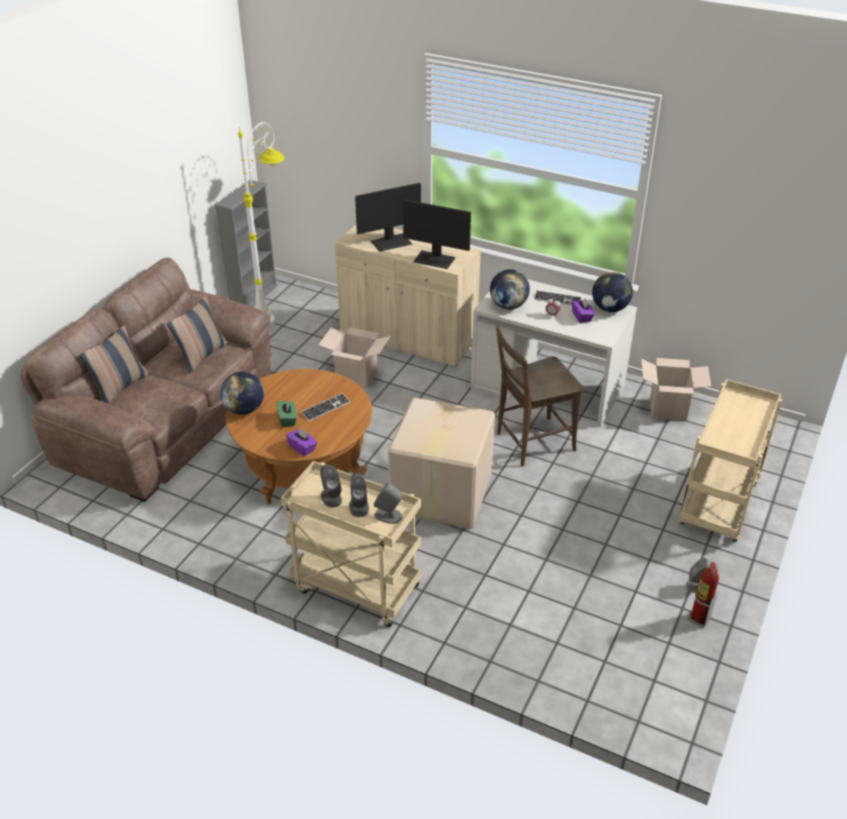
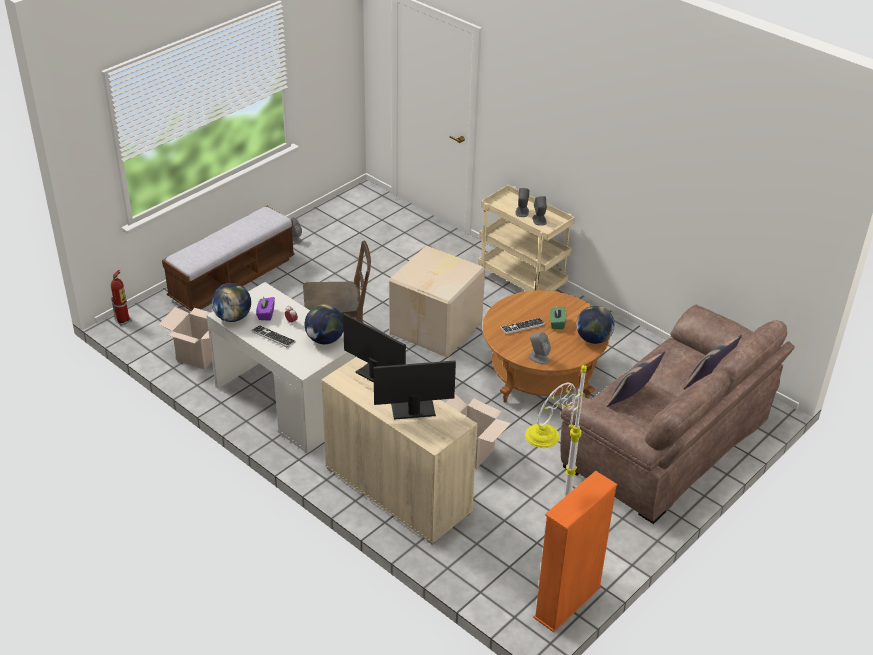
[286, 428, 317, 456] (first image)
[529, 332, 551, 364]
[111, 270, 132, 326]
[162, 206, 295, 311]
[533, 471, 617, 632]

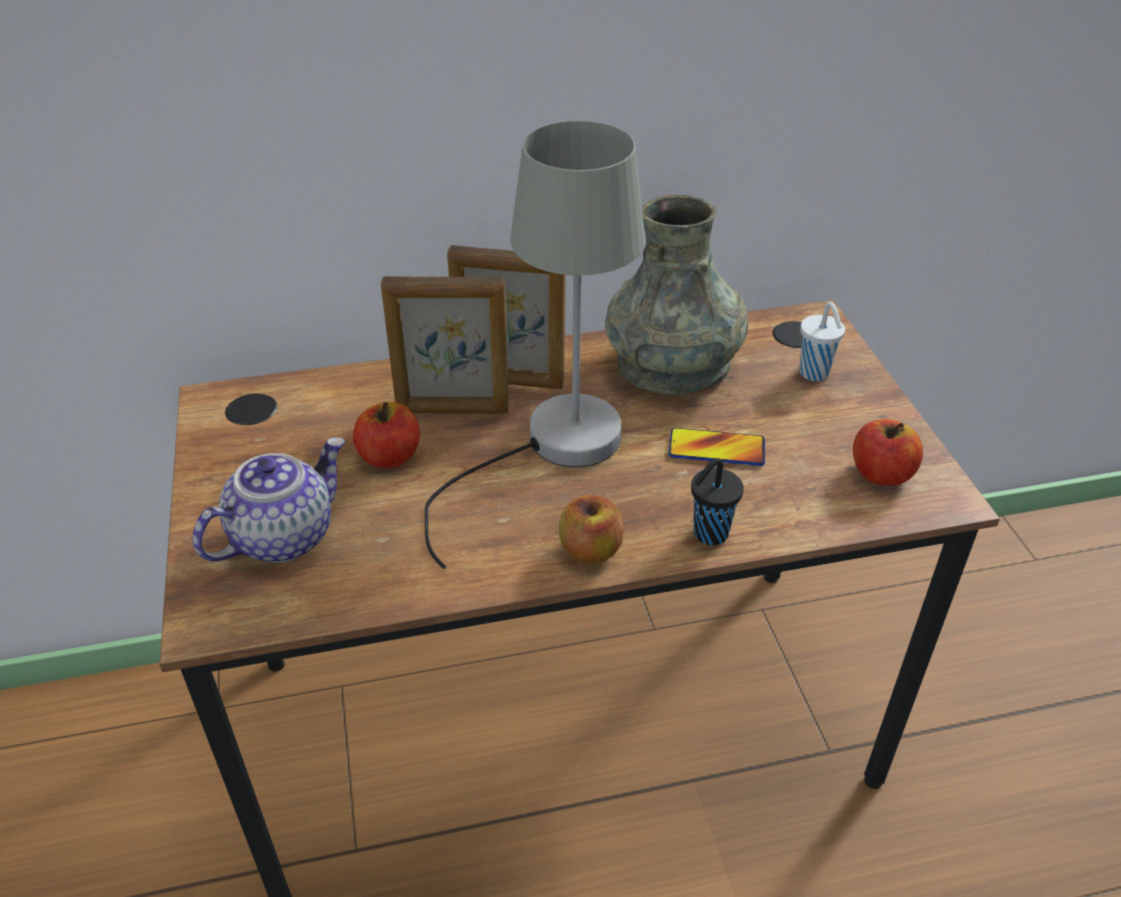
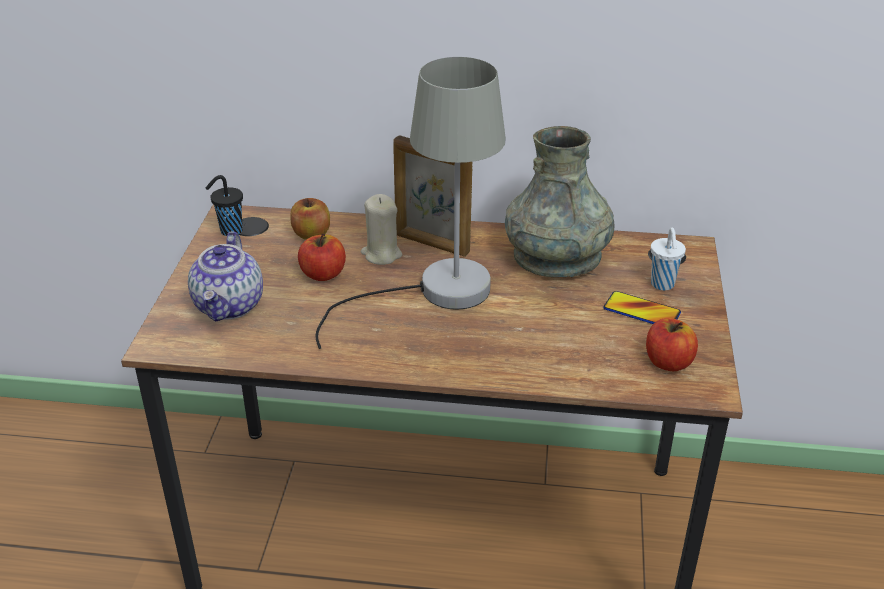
[290, 198, 330, 240]
[603, 291, 681, 324]
[206, 175, 243, 236]
[361, 194, 402, 265]
[188, 231, 263, 322]

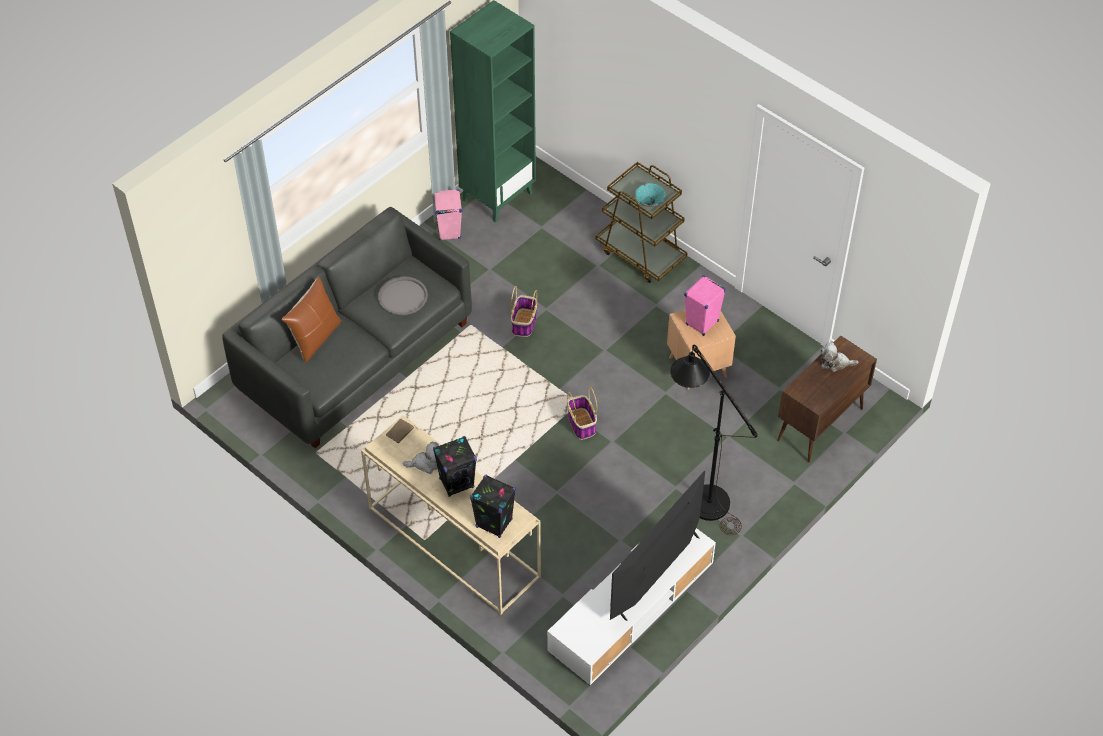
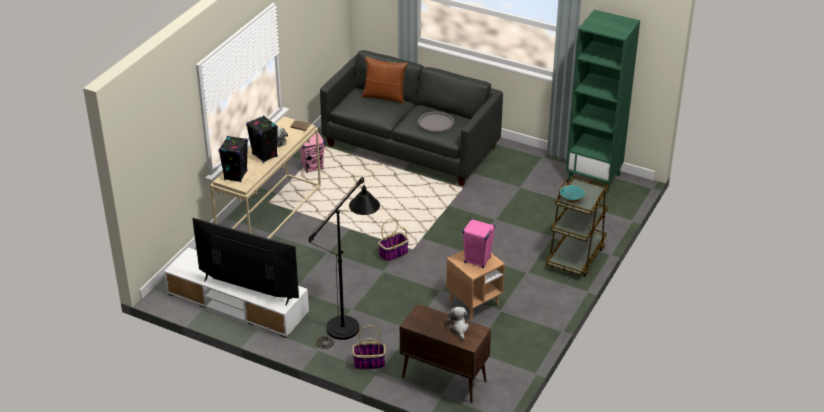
[300, 132, 325, 173]
[352, 325, 386, 370]

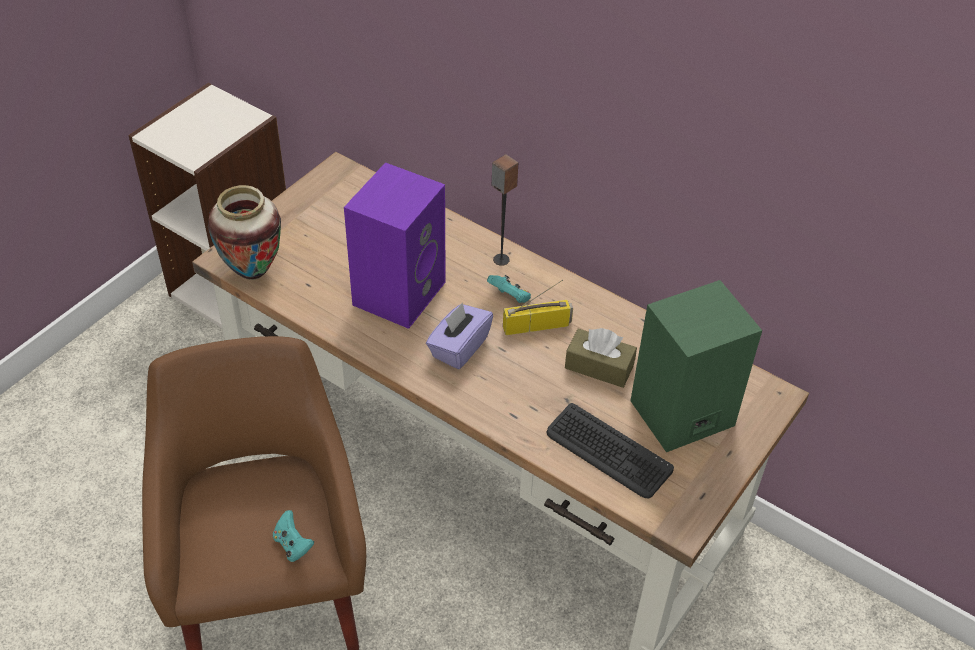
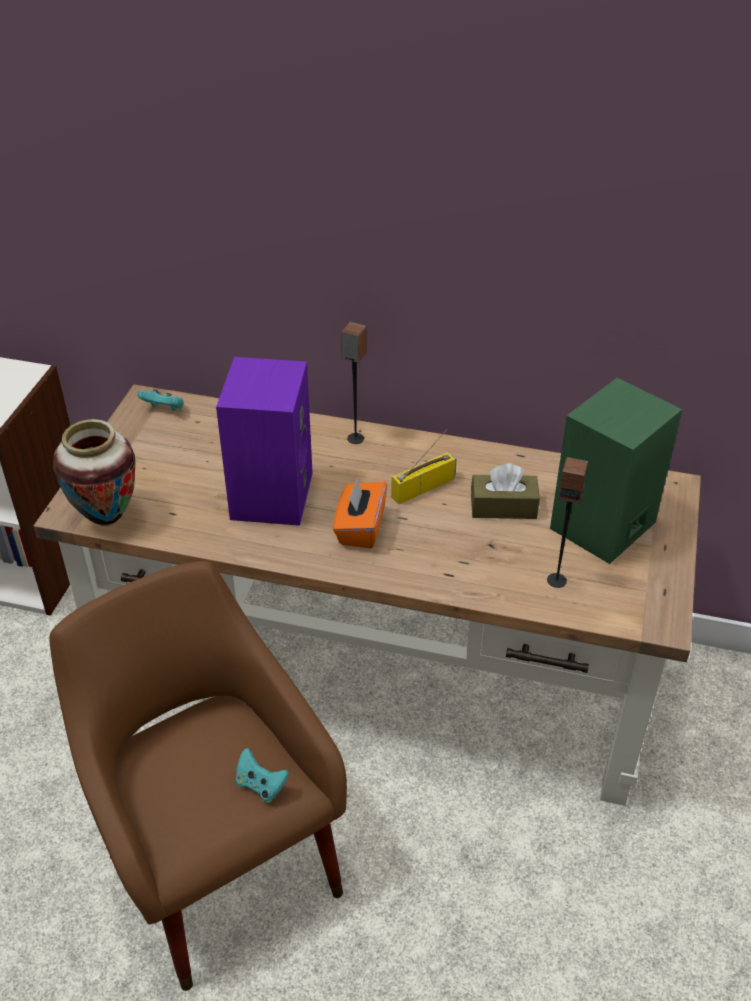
[138, 389, 184, 411]
[547, 457, 588, 588]
[333, 479, 387, 549]

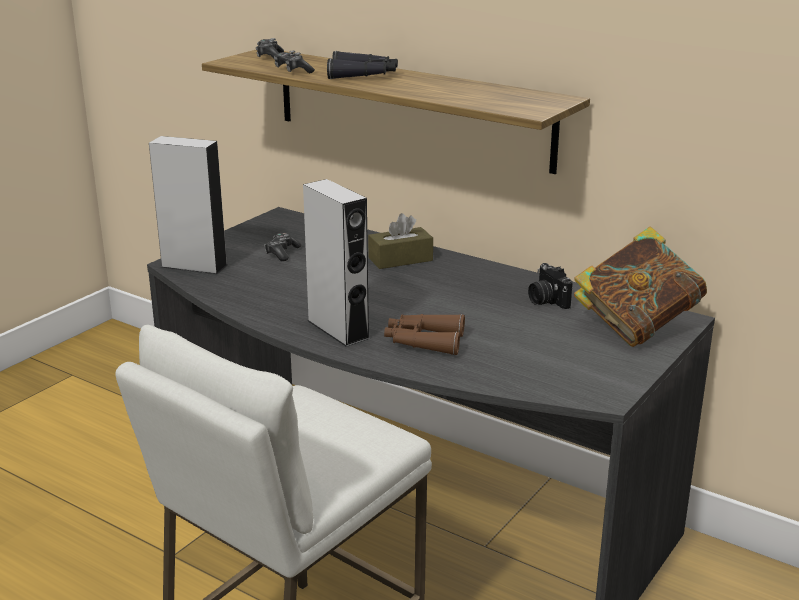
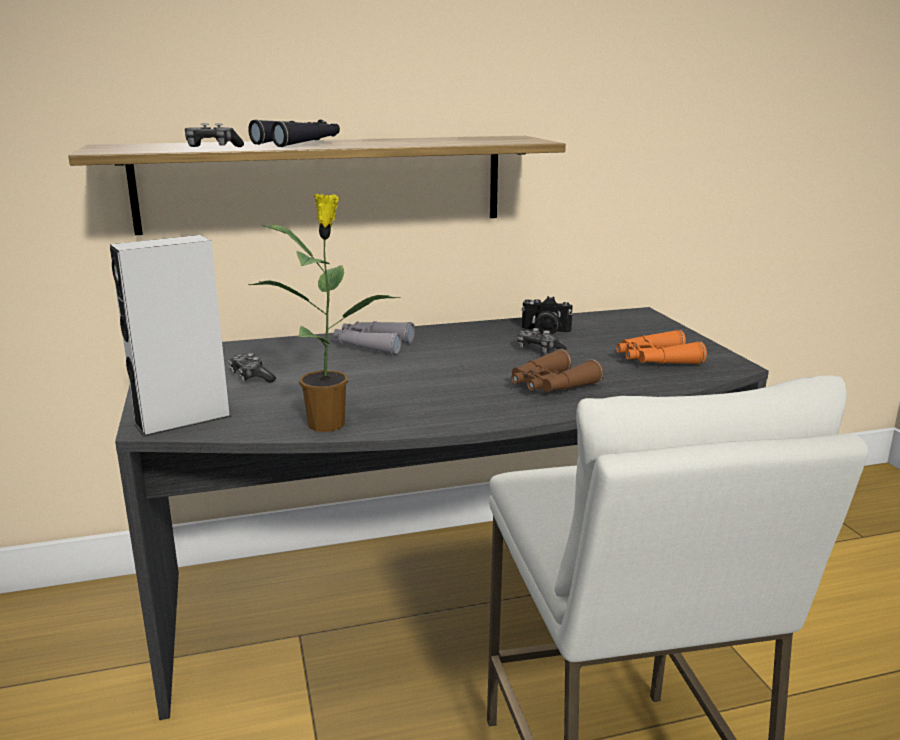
[303, 179, 370, 347] (first image)
[574, 226, 707, 347] (first image)
[248, 194, 401, 432]
[616, 330, 707, 365]
[518, 328, 566, 353]
[333, 321, 415, 355]

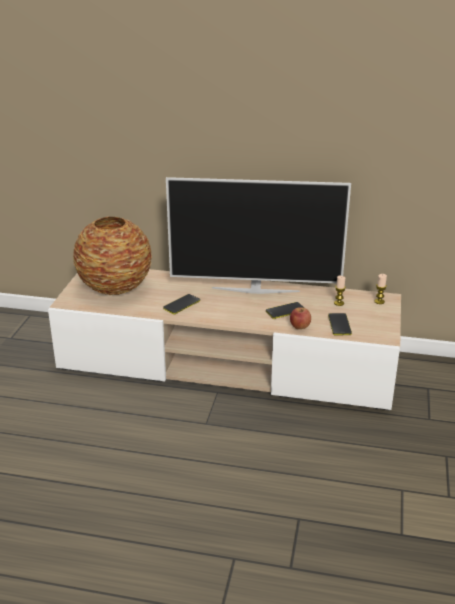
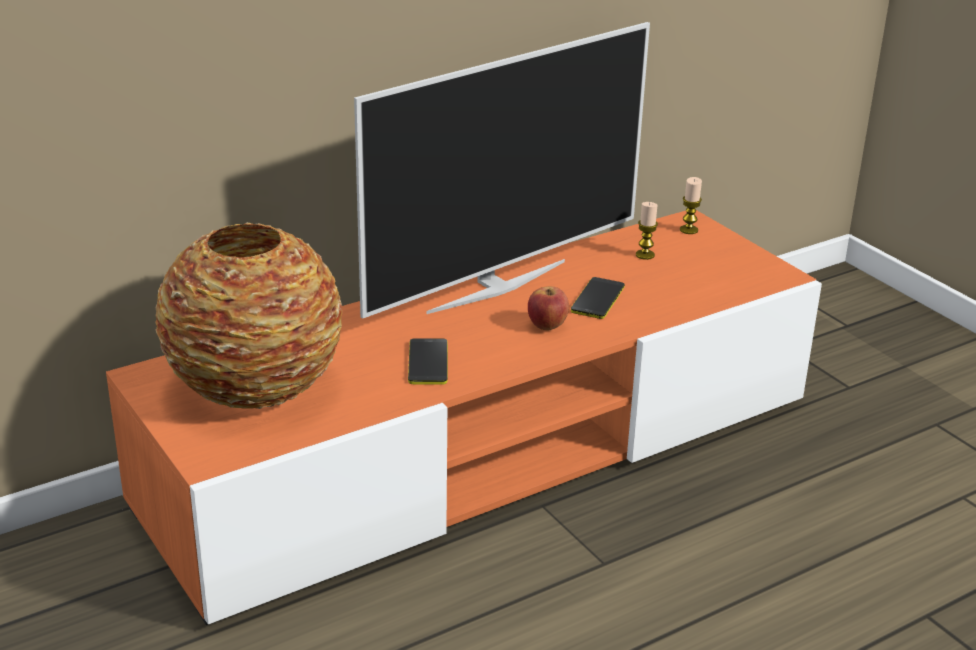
[328, 313, 352, 335] (first image)
[528, 286, 569, 331]
[106, 210, 822, 625]

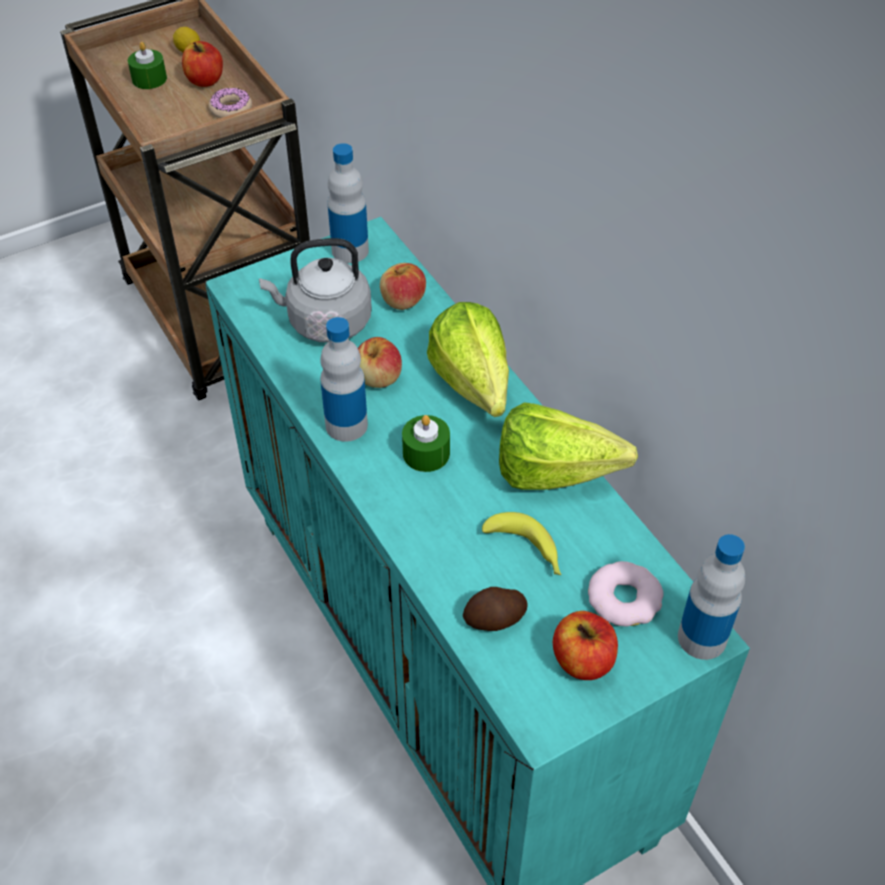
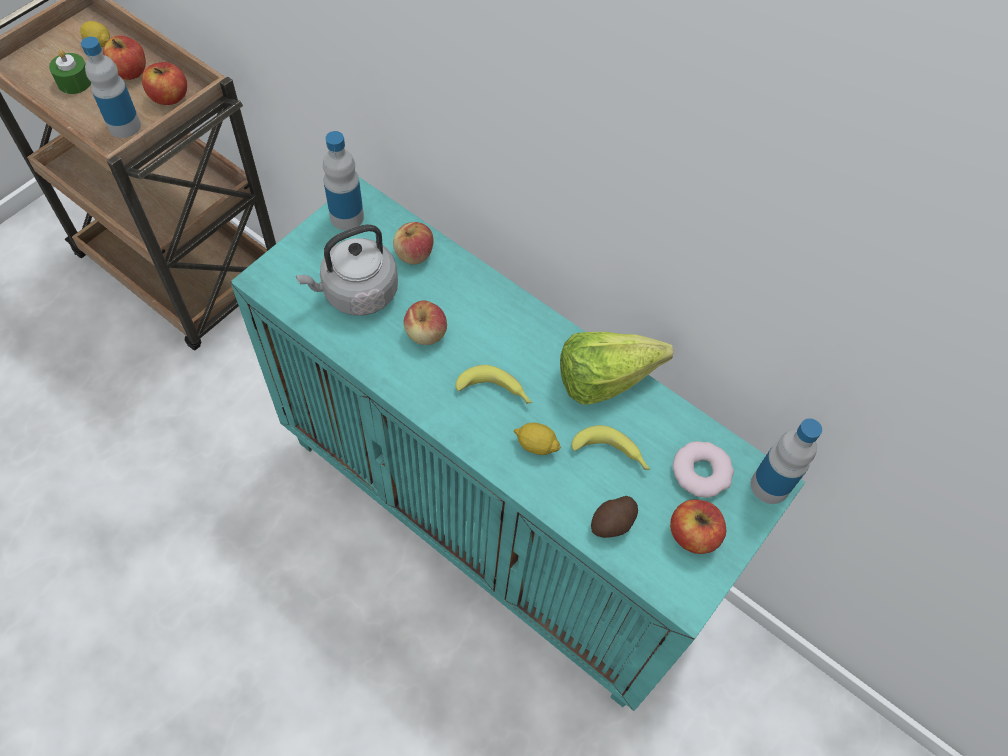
[427, 302, 509, 417] (first image)
[514, 422, 561, 455]
[81, 37, 141, 138]
[142, 62, 187, 105]
[455, 365, 533, 404]

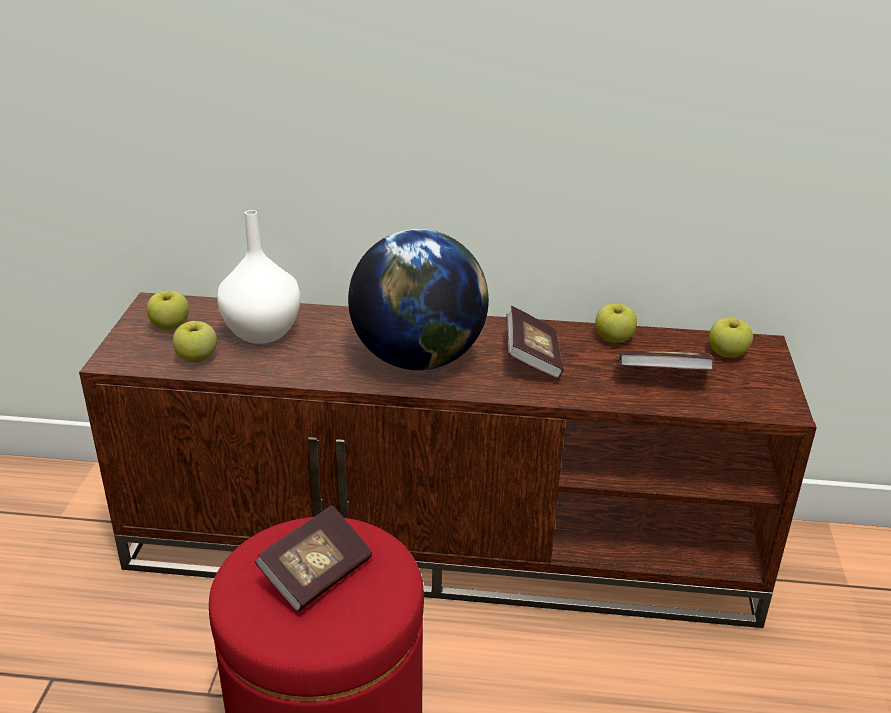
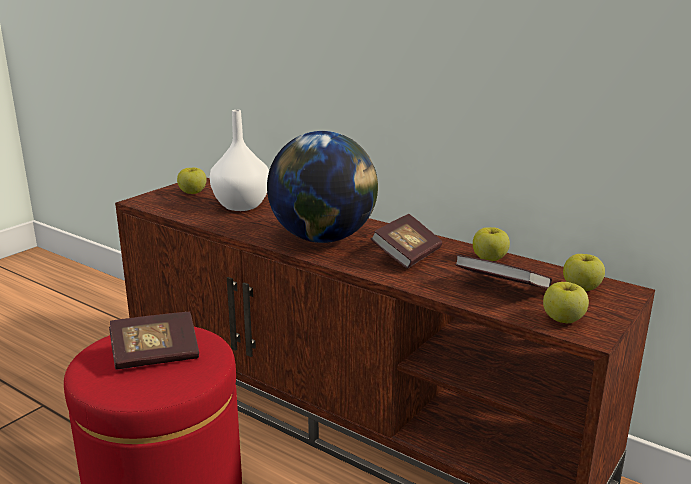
[543, 282, 589, 323]

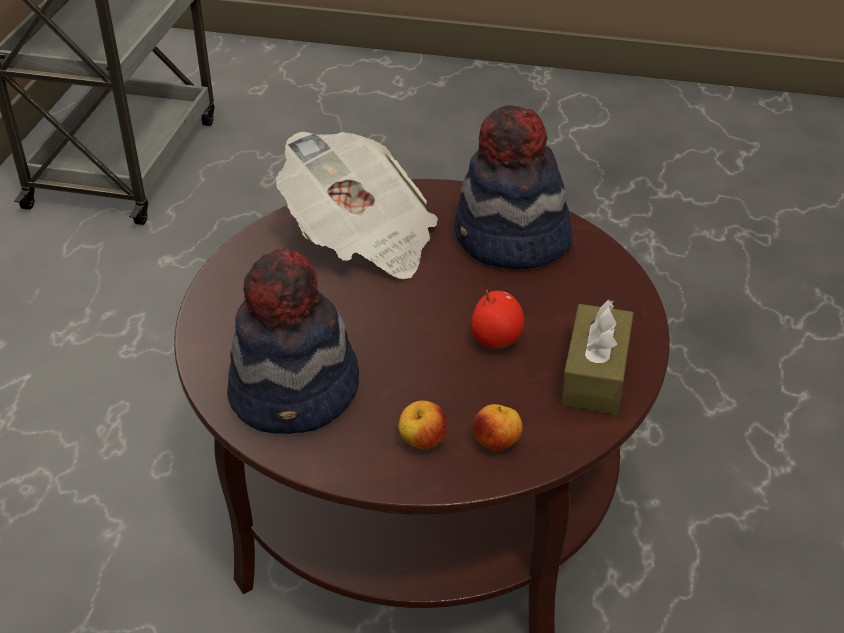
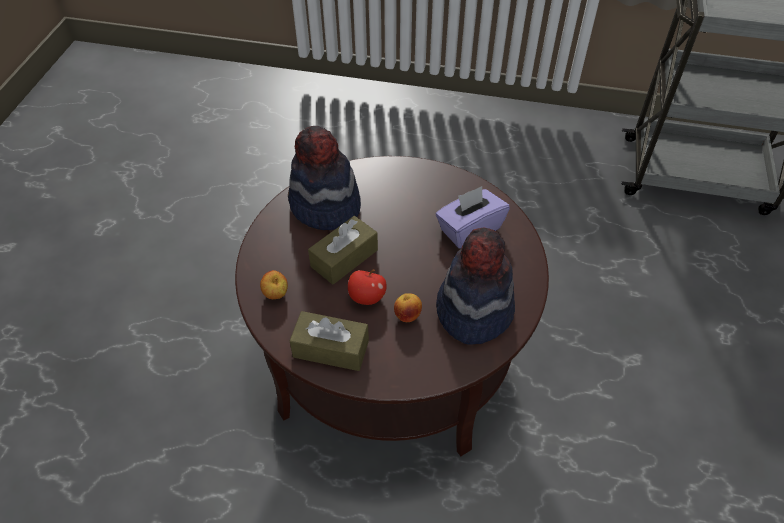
[308, 216, 378, 285]
[394, 293, 422, 322]
[436, 186, 510, 249]

